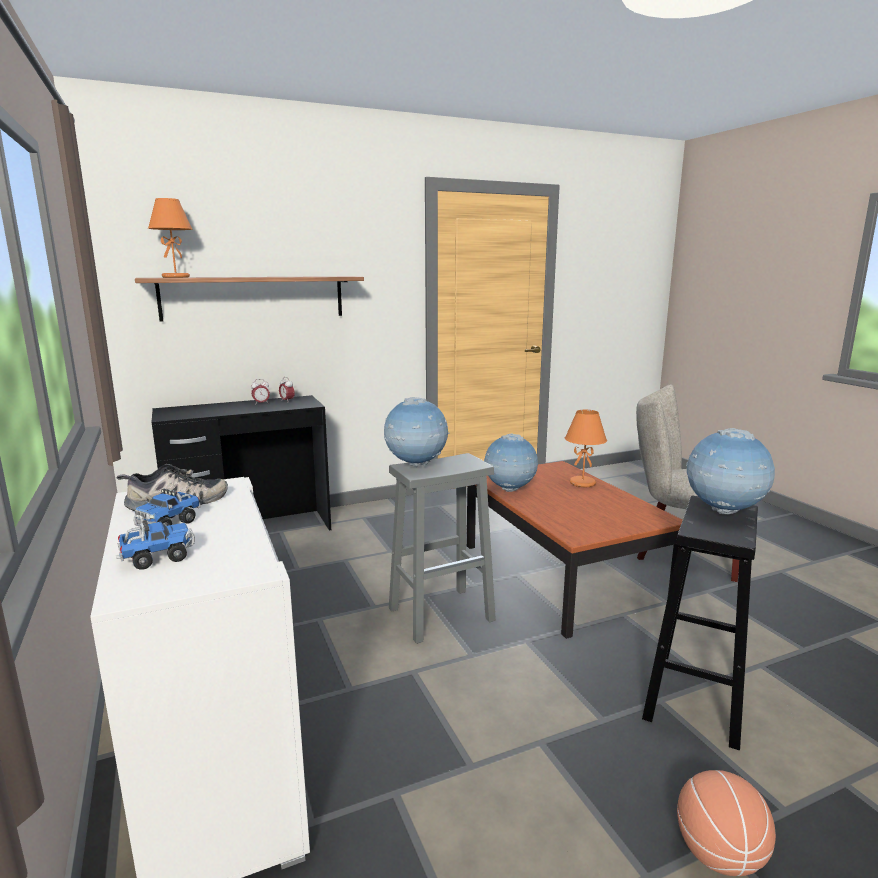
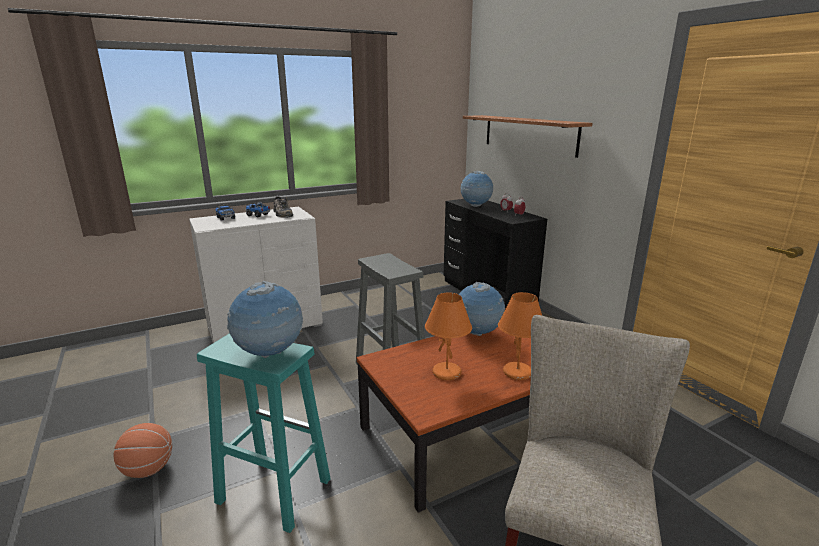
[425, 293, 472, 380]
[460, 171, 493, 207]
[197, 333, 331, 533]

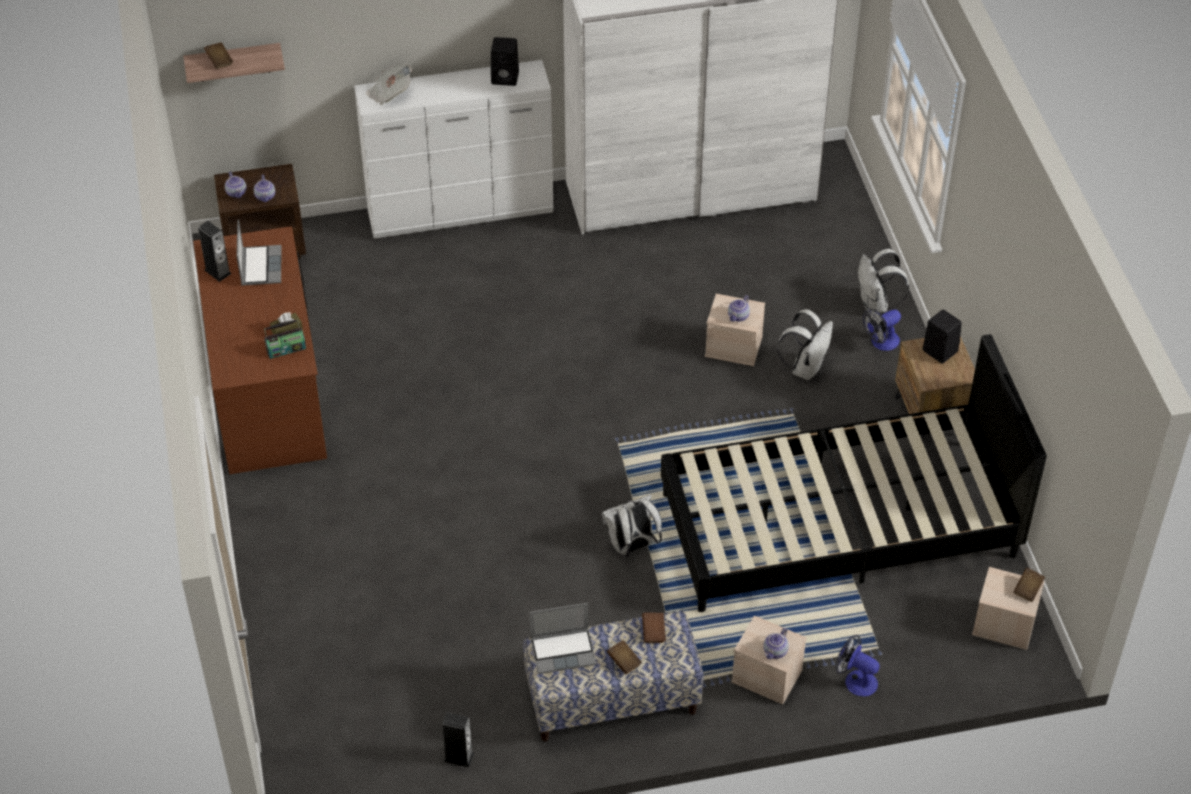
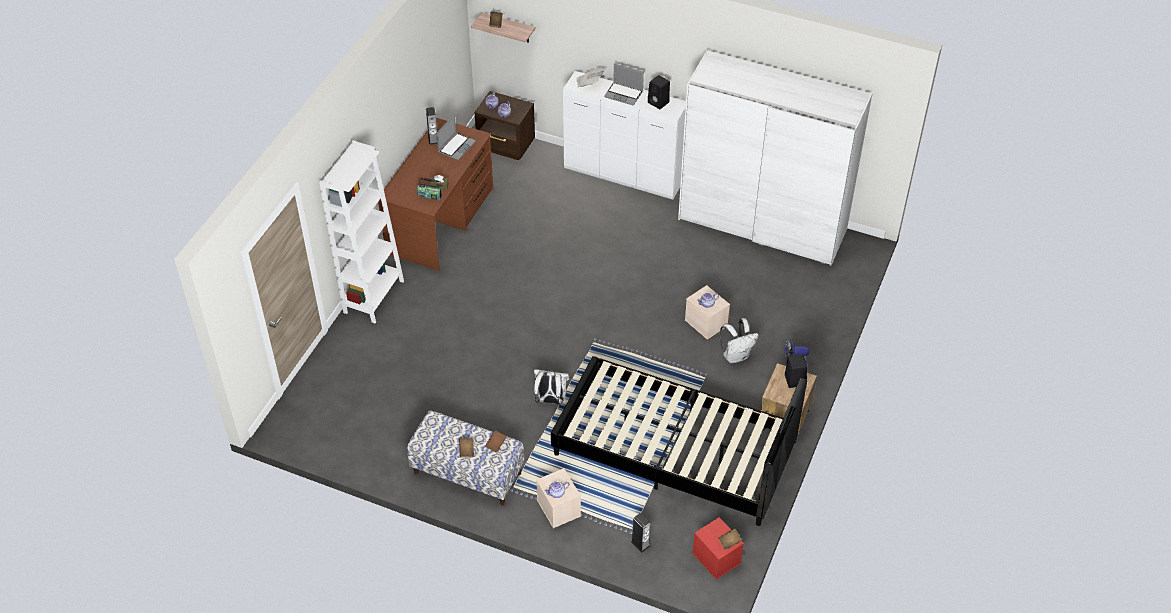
[835, 635, 880, 697] (first image)
[858, 249, 909, 314] (first image)
[319, 140, 404, 323]
[631, 513, 651, 553]
[604, 63, 644, 106]
[693, 517, 744, 580]

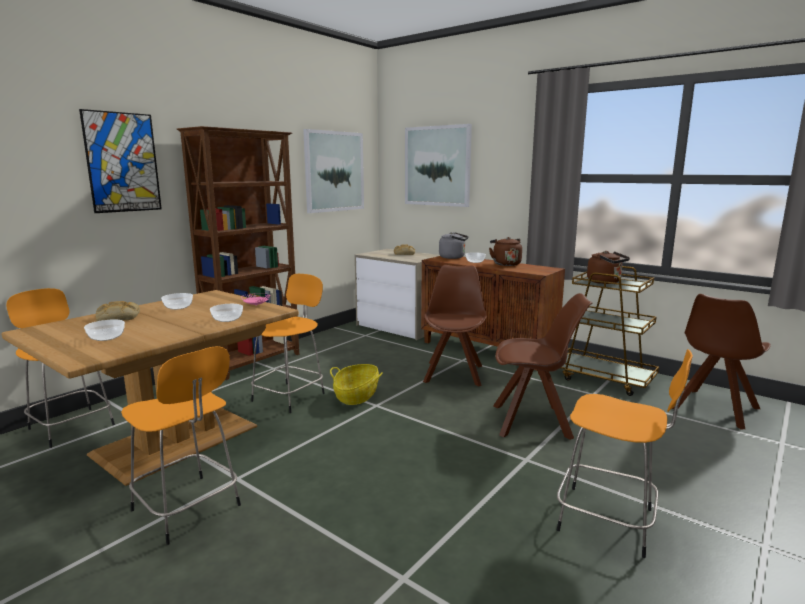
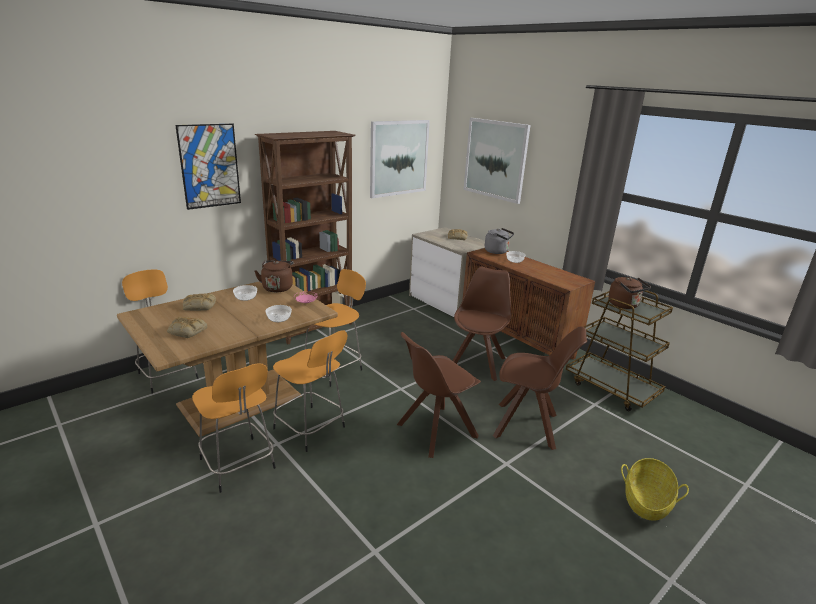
[621, 458, 689, 521]
[254, 260, 293, 292]
[273, 330, 347, 452]
[397, 332, 481, 458]
[167, 317, 207, 338]

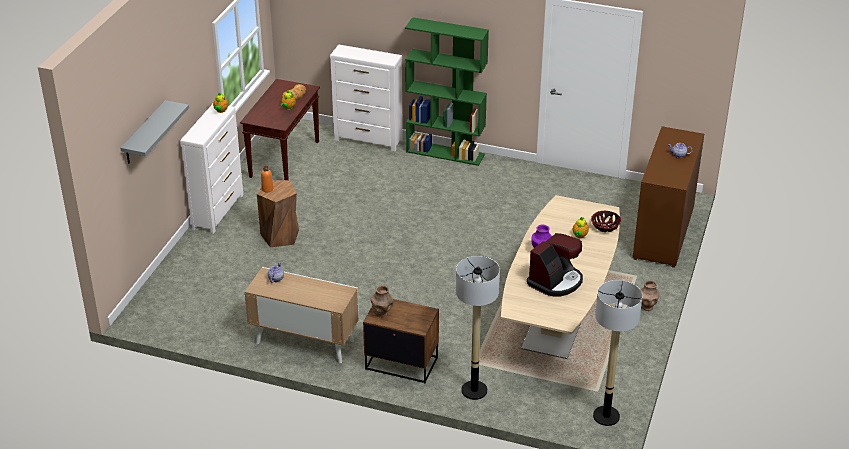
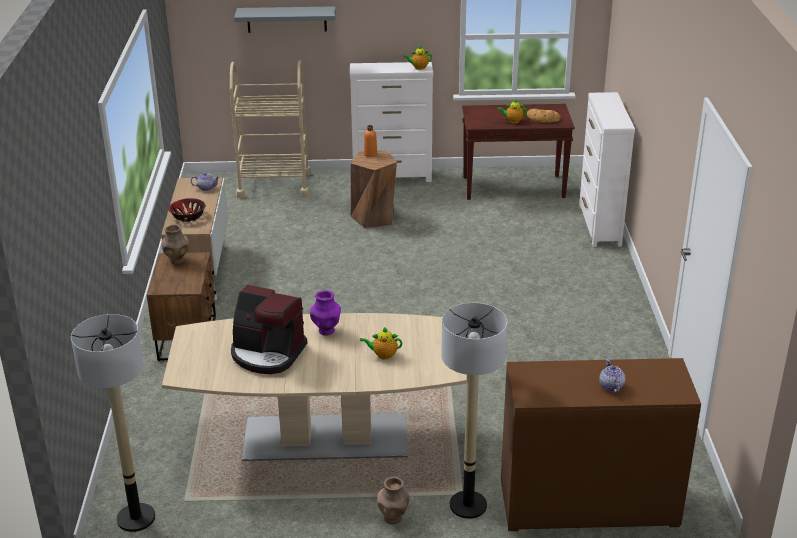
[405, 17, 489, 166] (first image)
[230, 60, 311, 198]
[441, 303, 507, 519]
[169, 198, 206, 222]

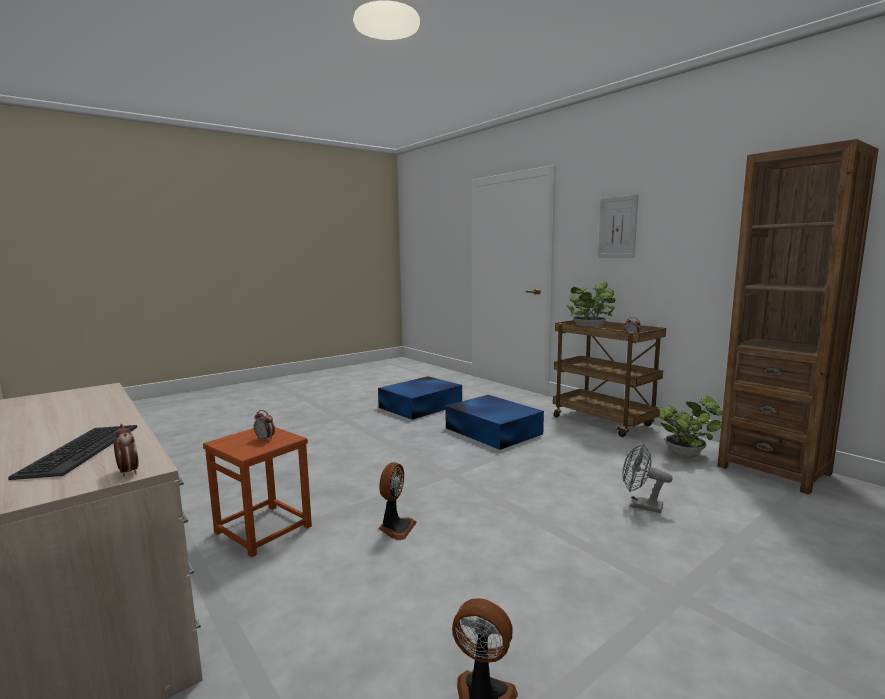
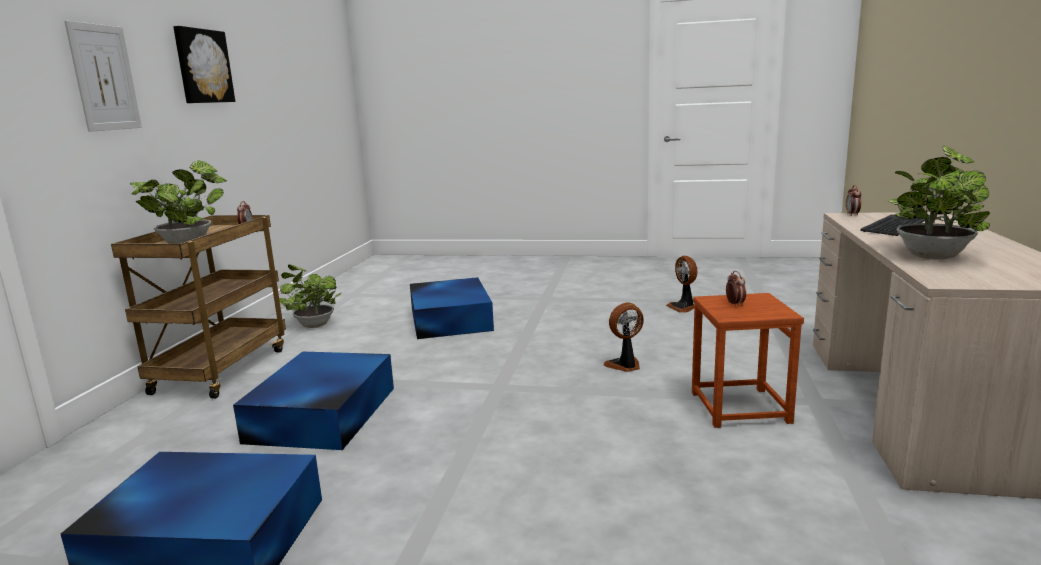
[717, 139, 879, 495] (first image)
[173, 26, 235, 103]
[888, 145, 990, 260]
[410, 277, 494, 339]

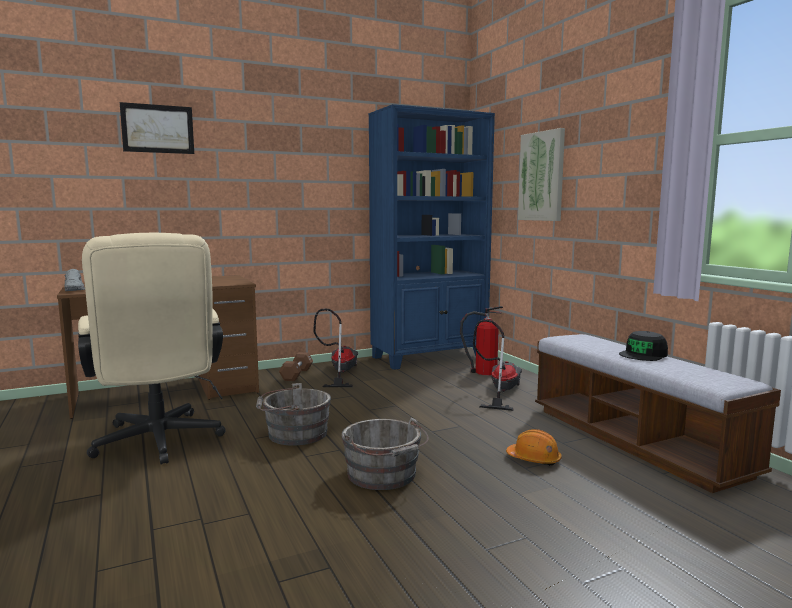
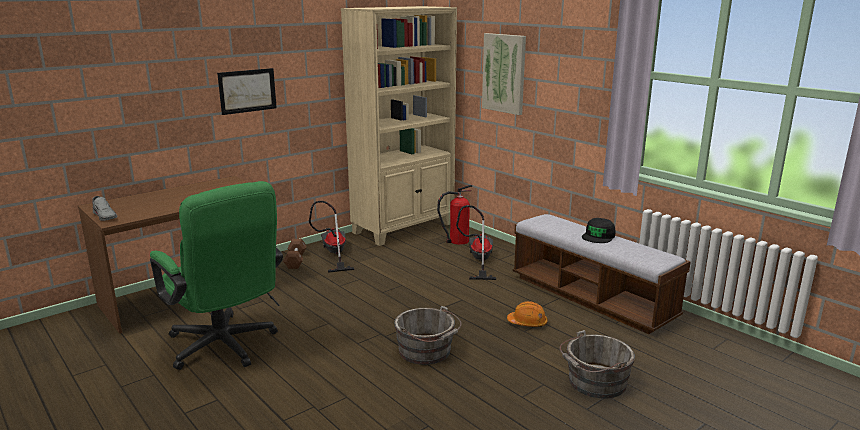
[217, 68, 277, 115]
[560, 330, 635, 399]
[150, 181, 283, 370]
[341, 6, 457, 246]

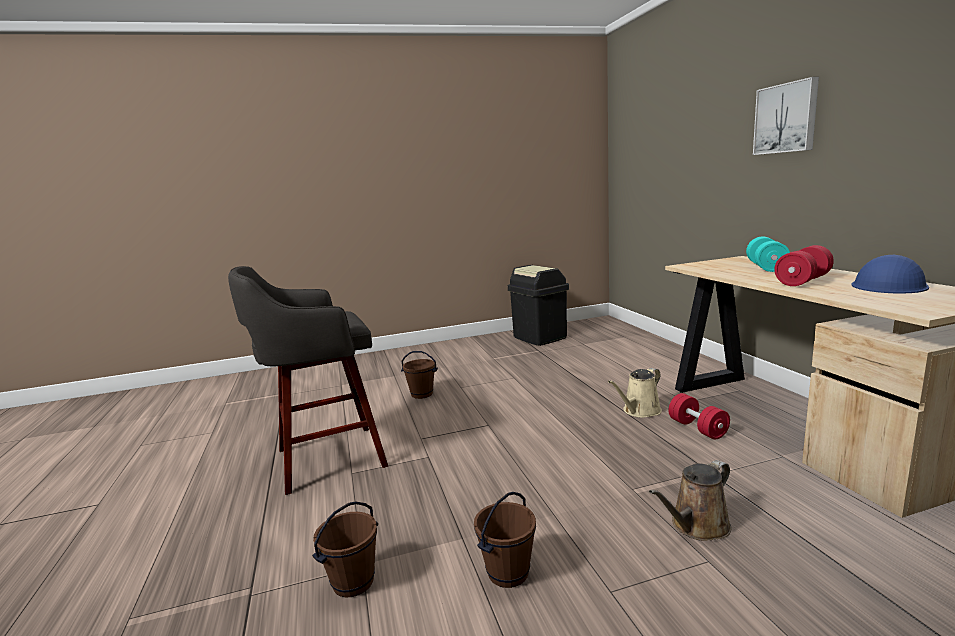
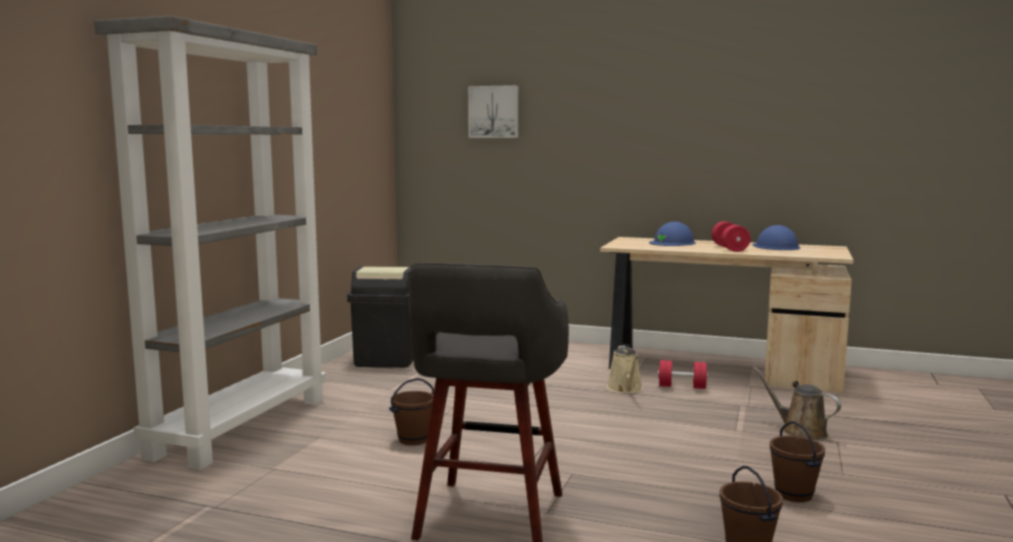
[94, 16, 326, 470]
[468, 85, 518, 138]
[649, 222, 696, 246]
[753, 367, 841, 440]

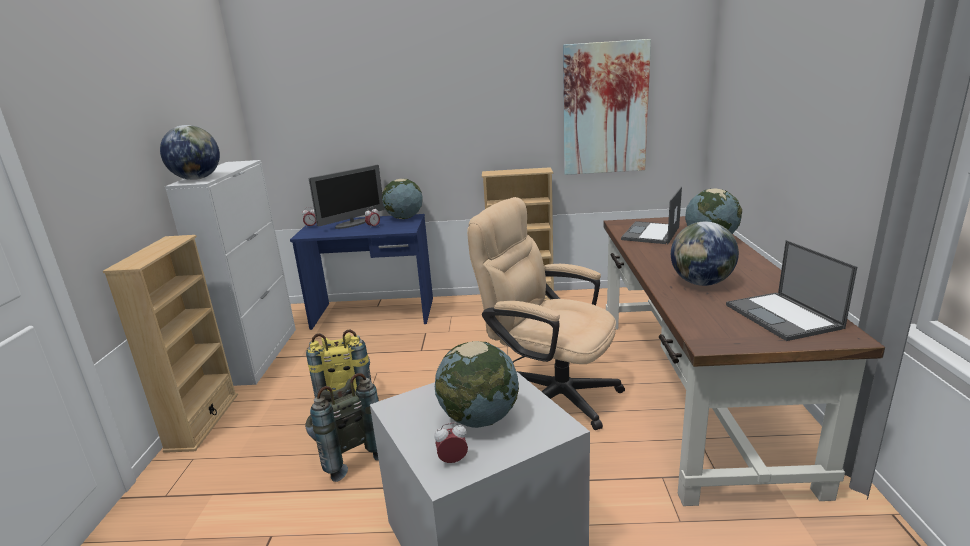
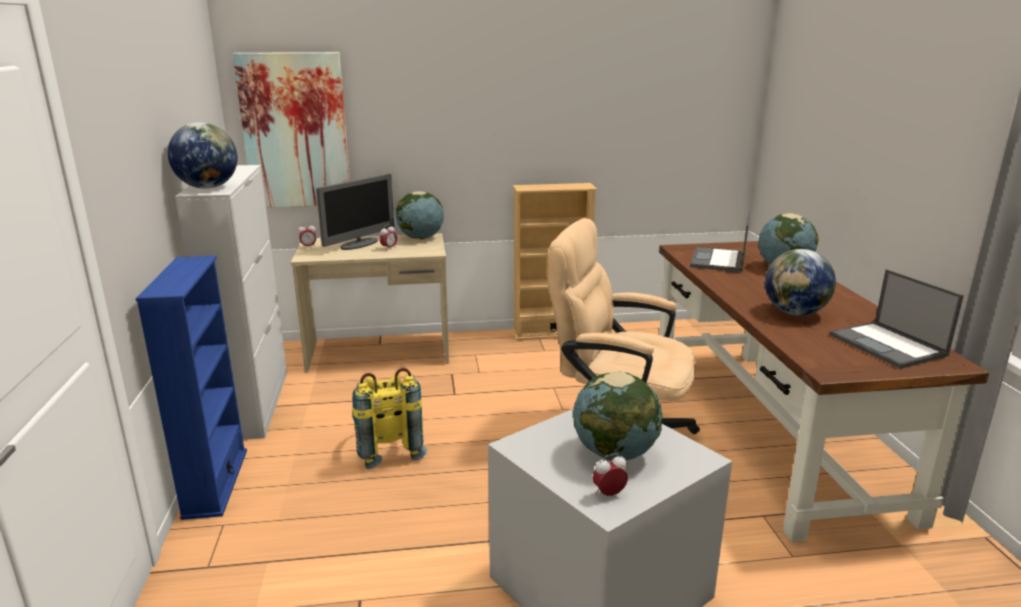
[305, 373, 379, 482] (first image)
[233, 52, 350, 207]
[136, 256, 247, 520]
[291, 233, 449, 373]

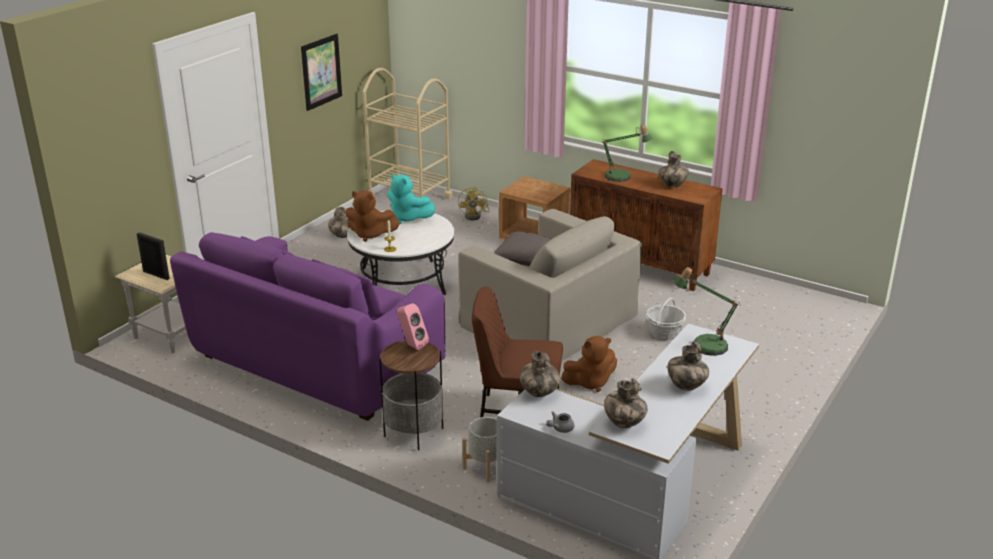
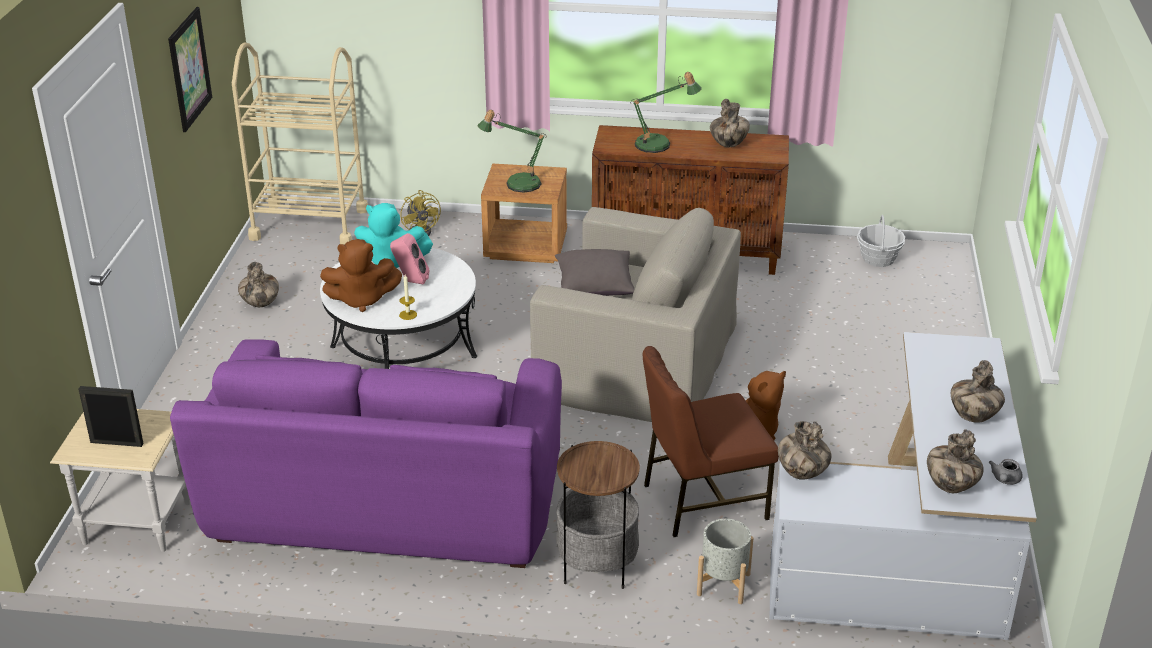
[390, 233, 429, 285]
[989, 459, 1023, 485]
[857, 215, 905, 267]
[477, 110, 547, 193]

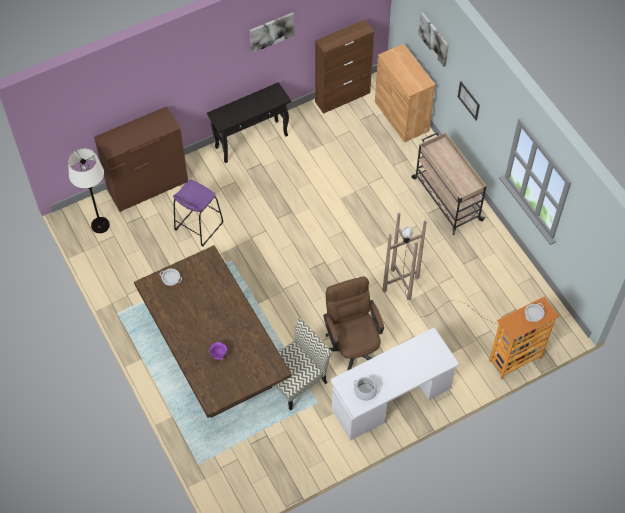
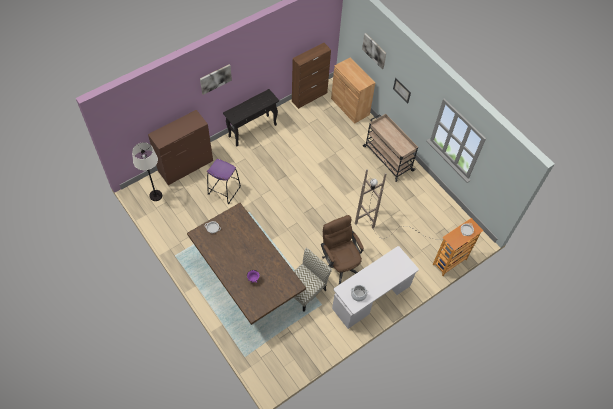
[200, 64, 232, 95]

